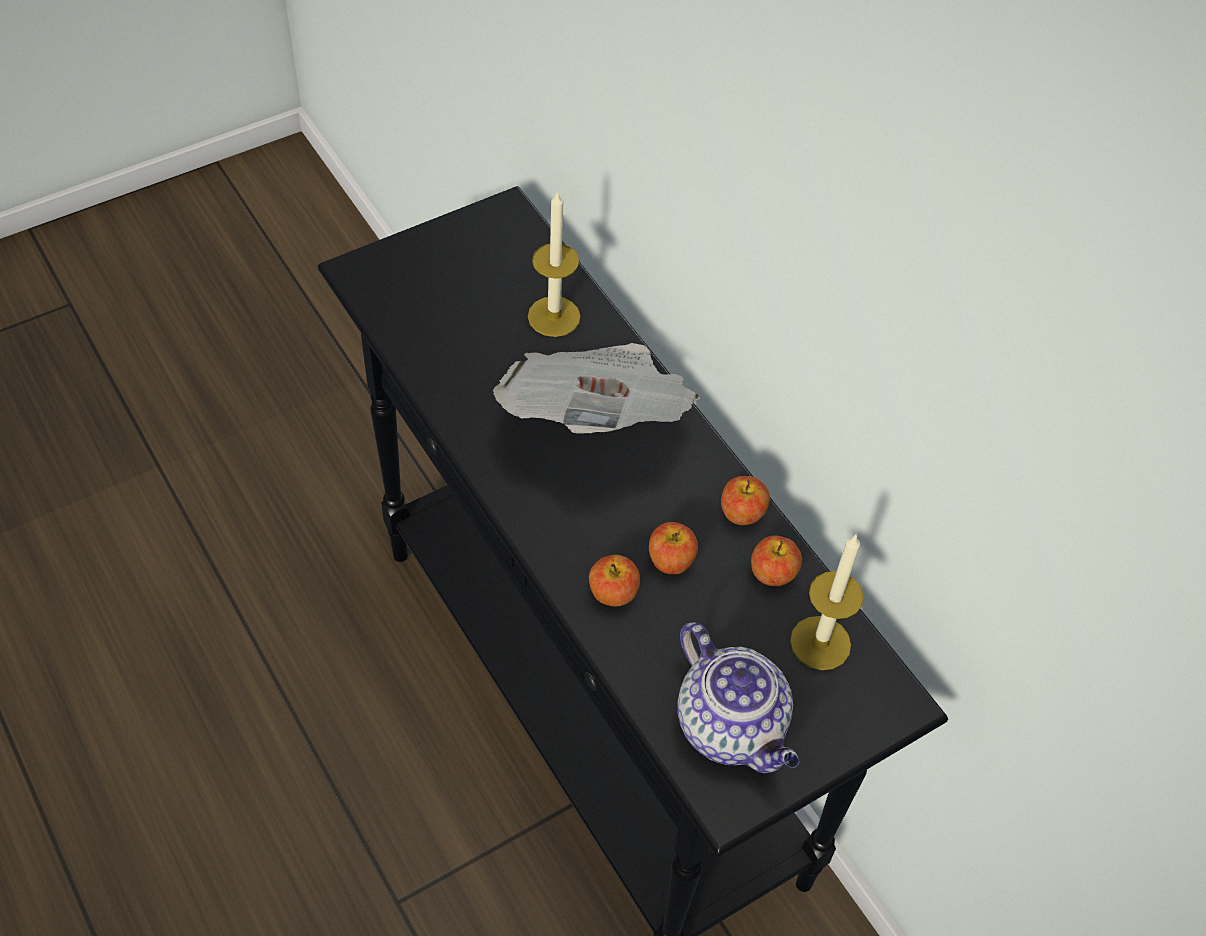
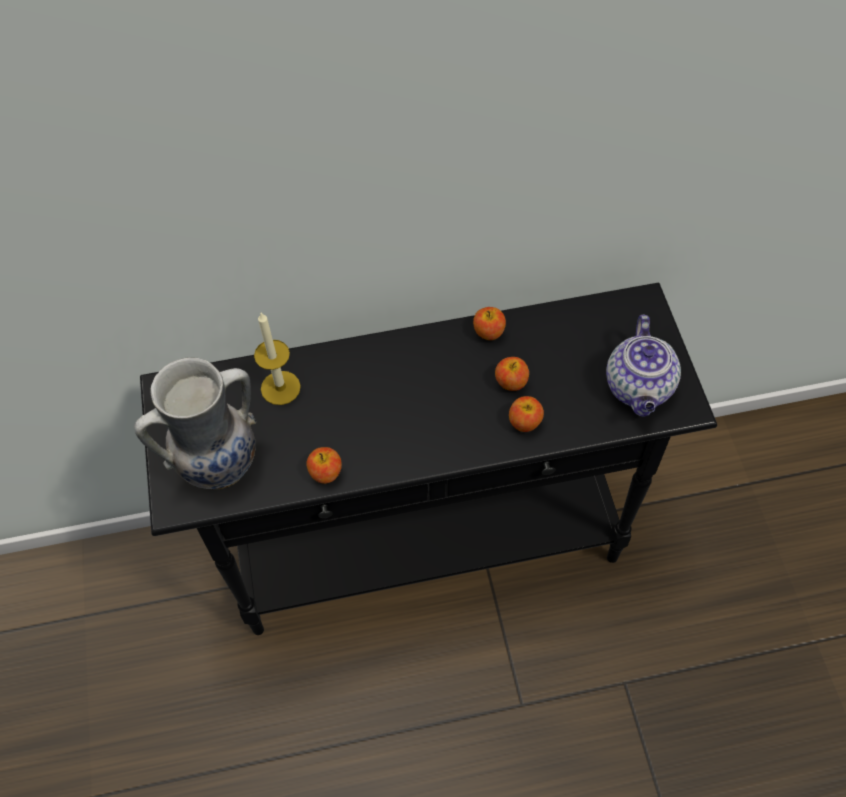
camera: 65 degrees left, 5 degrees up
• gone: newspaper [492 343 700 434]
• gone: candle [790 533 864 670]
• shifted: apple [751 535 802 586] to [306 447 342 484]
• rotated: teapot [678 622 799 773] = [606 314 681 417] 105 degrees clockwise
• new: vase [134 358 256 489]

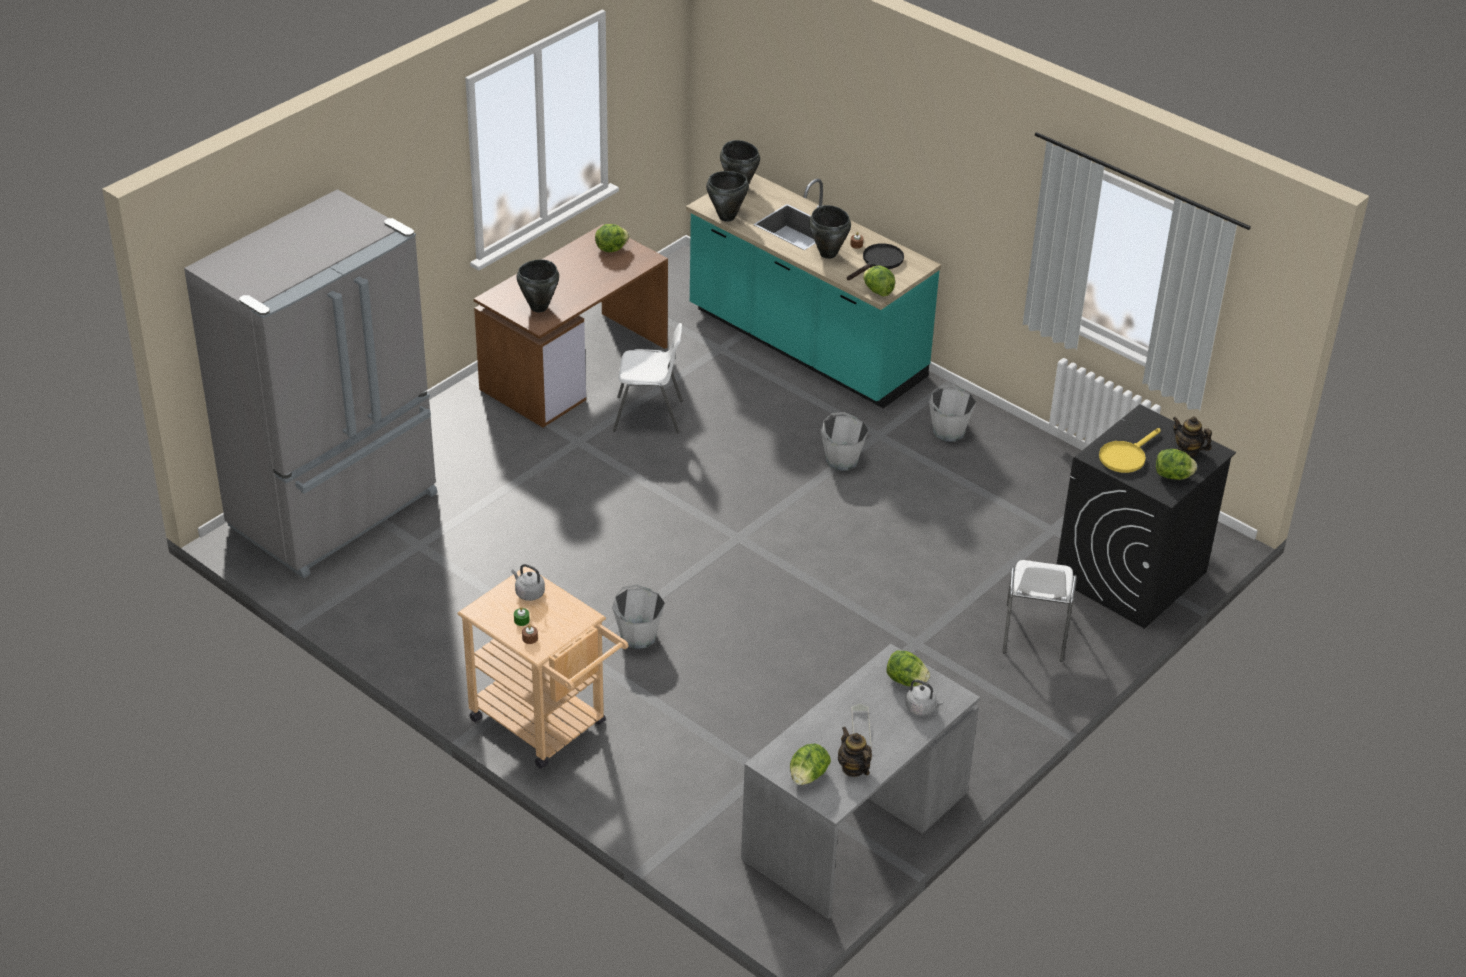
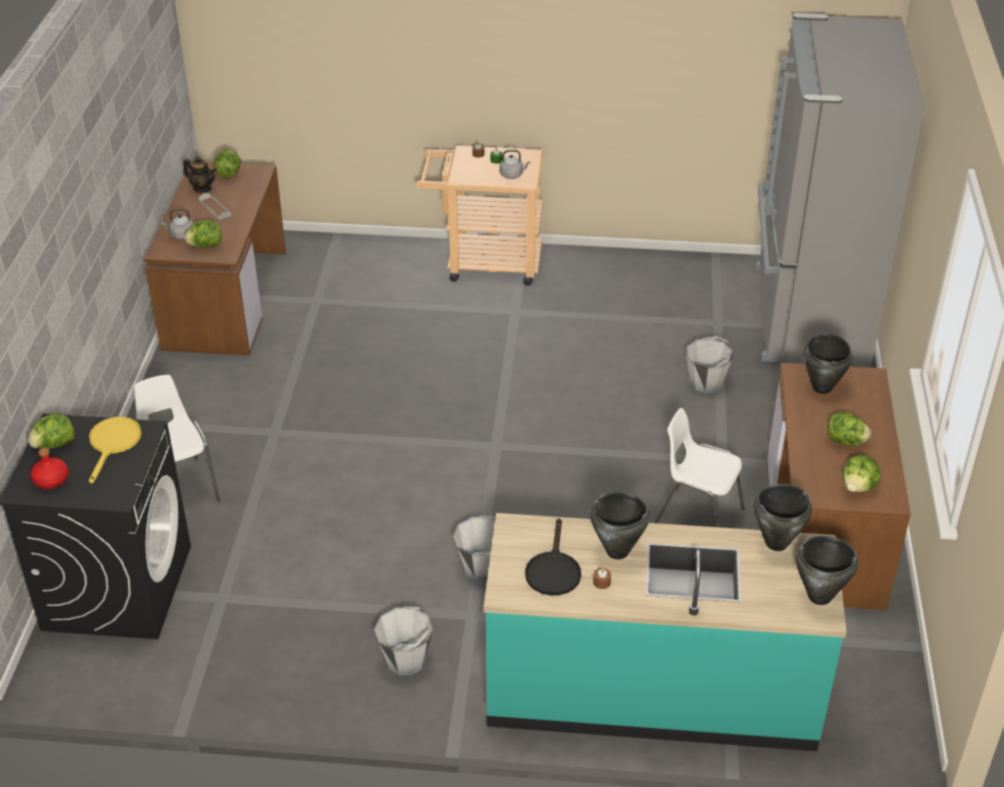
camera: 145 degrees right, 0 degrees up
• shifted: lettuce [863 265 895 297] to [827 412 871 446]
• rotated: white chair [613 323 683 434] = [654 408 745 527] 60 degrees clockwise
• swapped: teapot [1172 416 1212 457] to red bottle [30 448 69 489]
• shifted: grey bucket [612 585 665 649] to [686 336 733 393]
• repainted: grey desk [741 644 980 919] to brown desk [144 161 286 356]

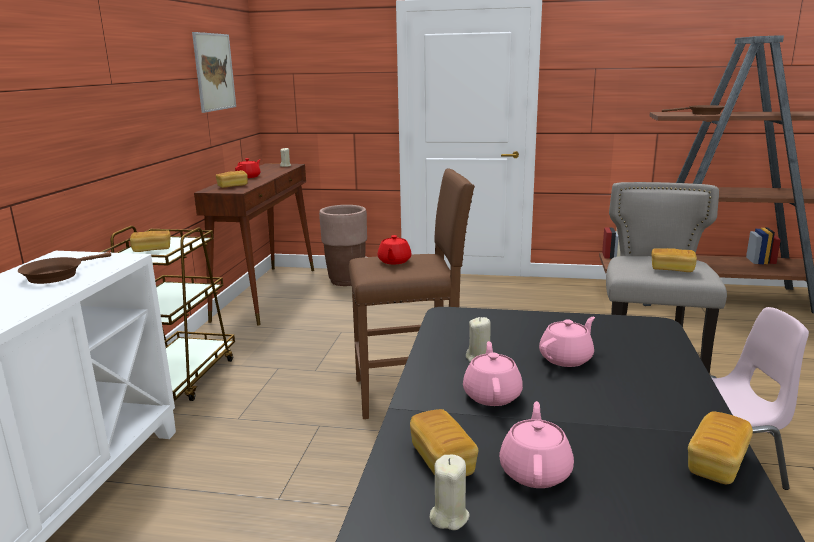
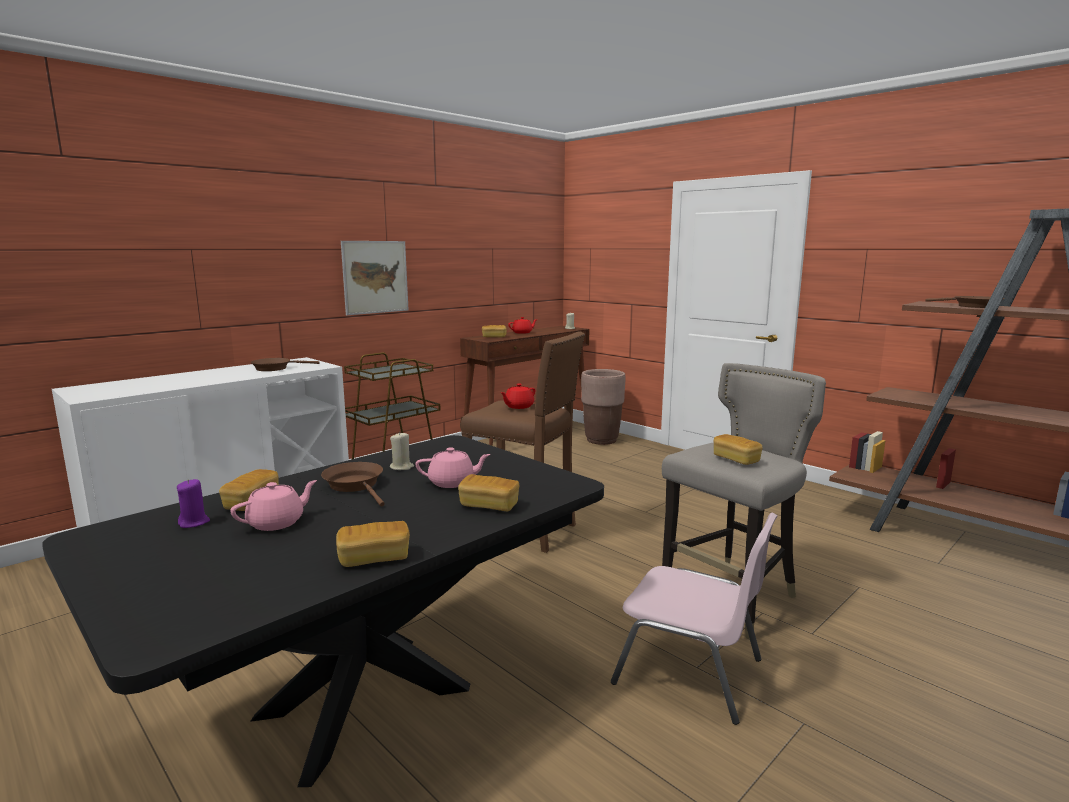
camera: 35 degrees right, 5 degrees down
• shifted: picture [192 32 236 113] to [341 241 409 315]
• shifted: bread [130 231 170 252] to [458 474 519 511]
• swapped: pink teapot [463 341 523 406] to brown frying pan [321 462 385 507]
• repainted: beige candle [430 455 469 530] to purple candle [177 479 210 528]

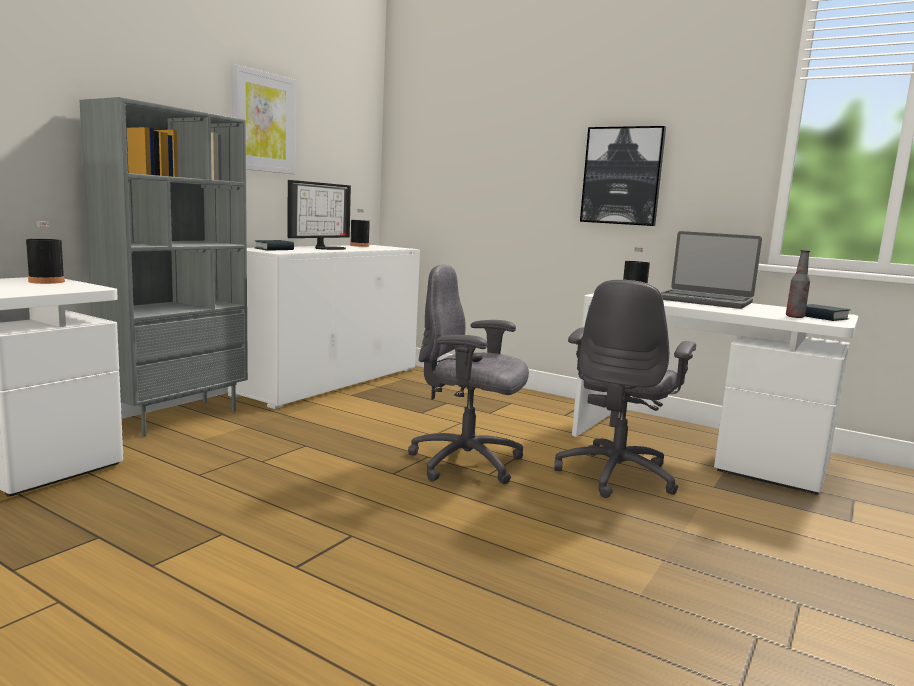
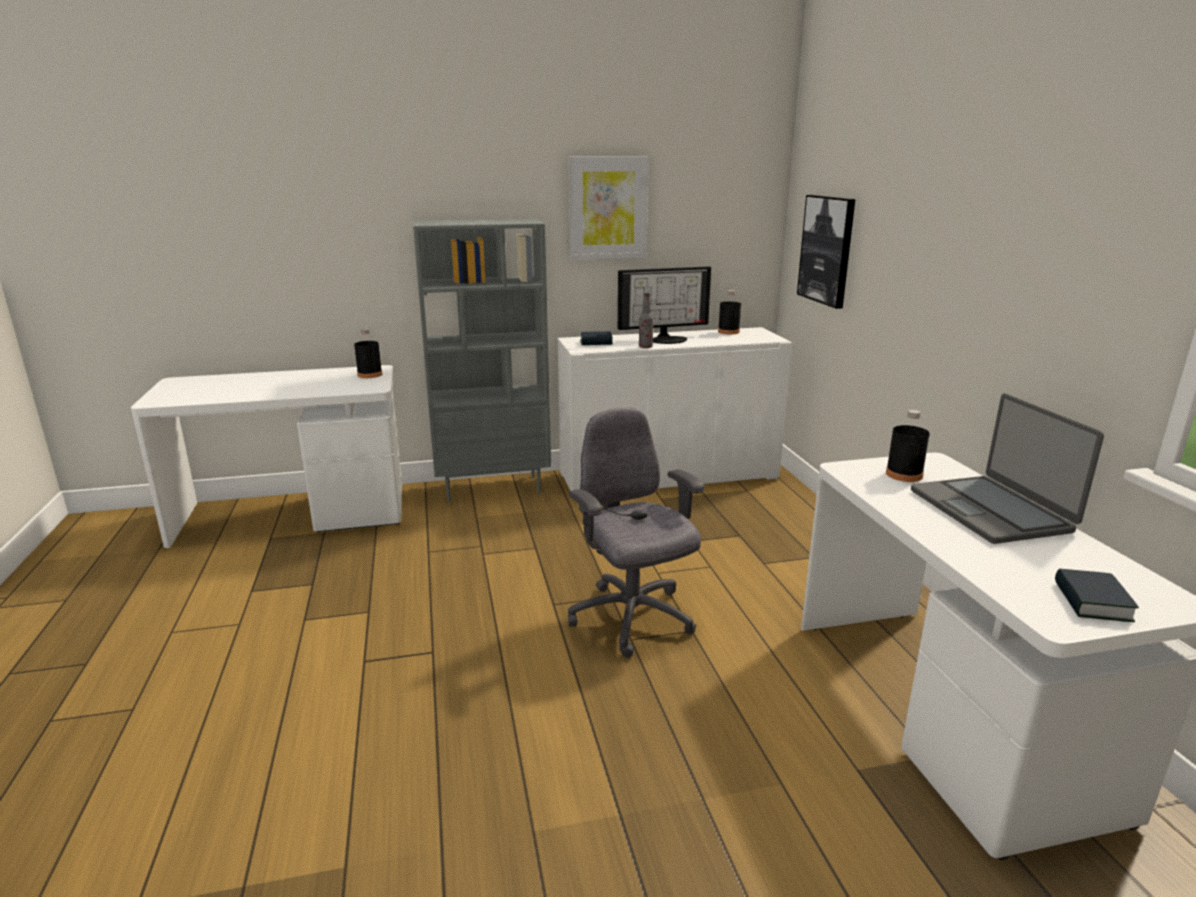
camera: 45 degrees right, 10 degrees up
• shifted: picture [580 126 666 226] to [797 195 855 309]
• shifted: bottle [786 250 810 318] to [639 293 653 348]
• gone: grey office chair [554 280 696 498]

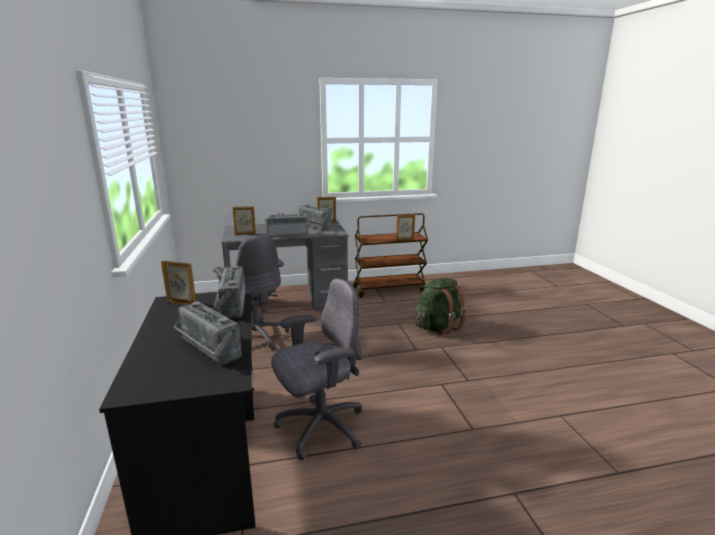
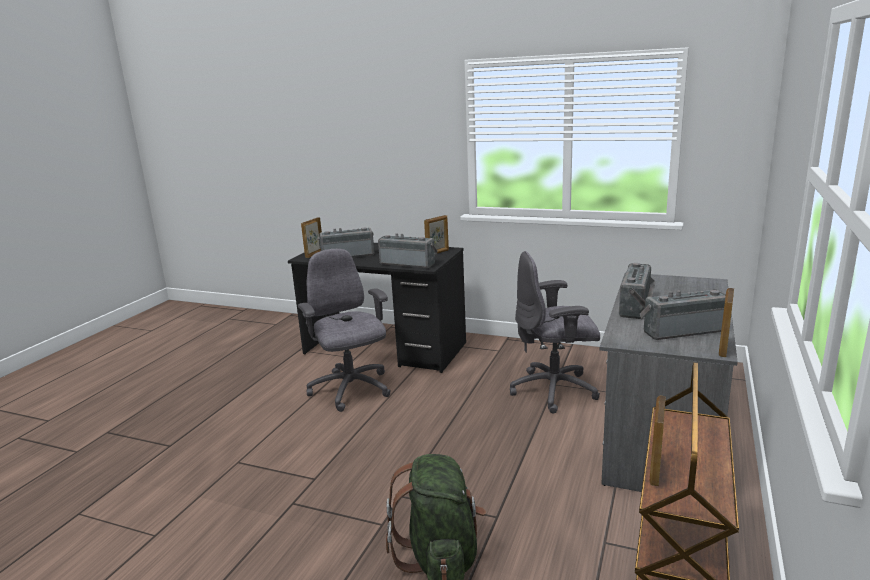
camera: 125 degrees right, 0 degrees up
• shifted: picture frame [232 206 256 235] to [301 217 322 258]
• rotated: grey office chair [271 278 363 460] = [298 249 391 412] 150 degrees clockwise

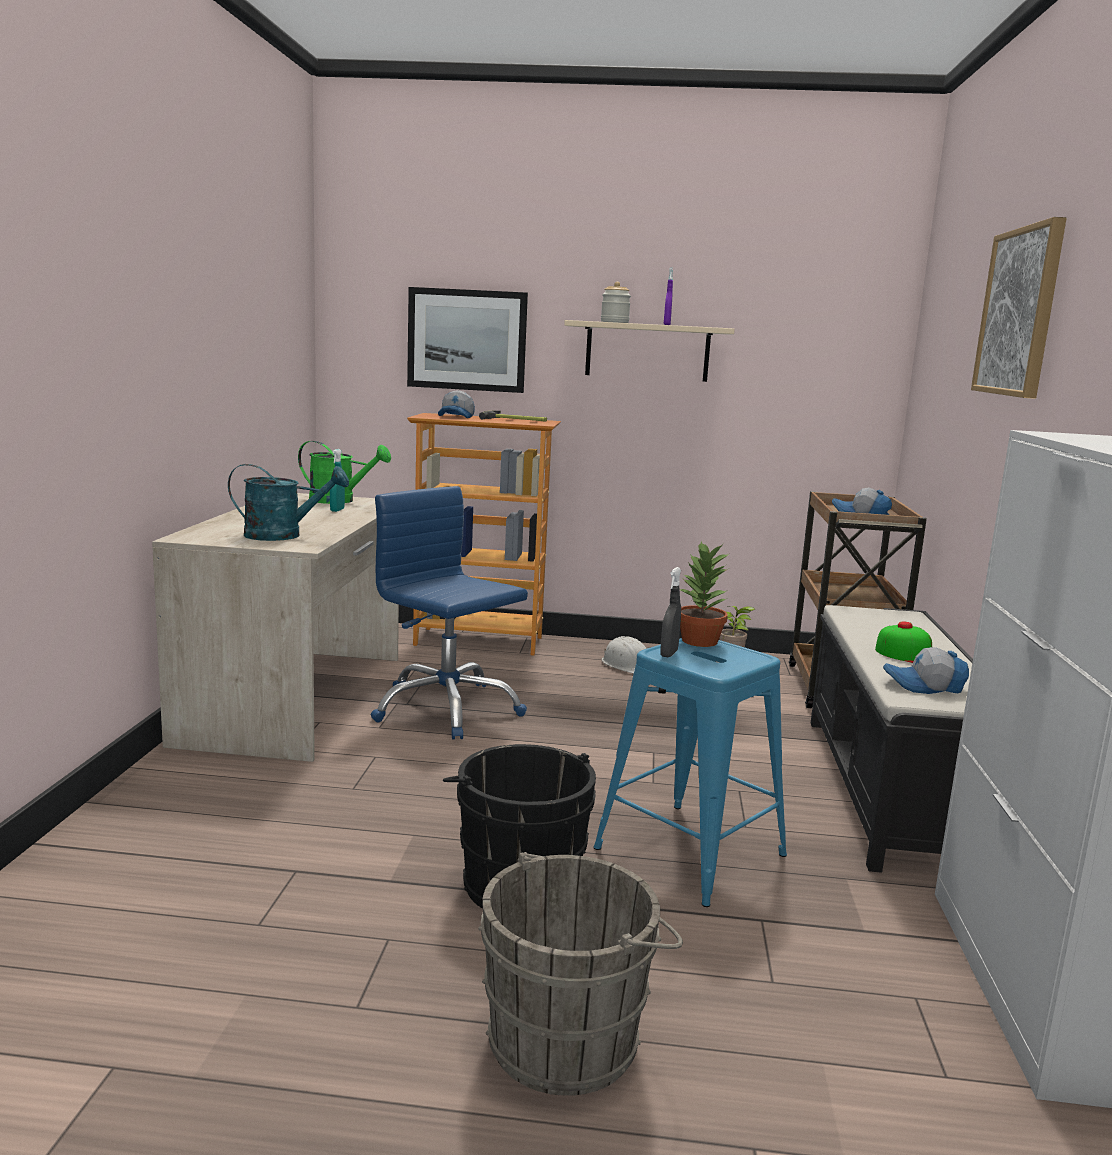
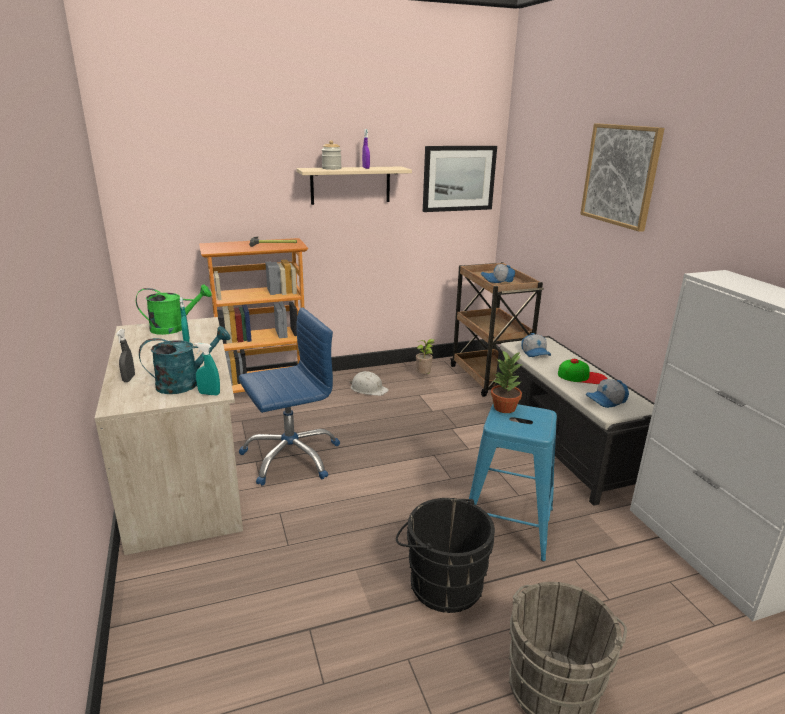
camera: 25 degrees left, 10 degrees up
• shifted: picture [407 287 528 393] to [423 146 497 212]
• shifted: cap [438 390 475 418] to [521 333 551 357]
• rotated: blue office chair [371 486 528 740] = [239 307 340 486] 135 degrees clockwise
• shifted: grey spray bottle [660 567 681 657] to [116 329 135 382]
• new: turquoise spray bottle [194 343 220 396]

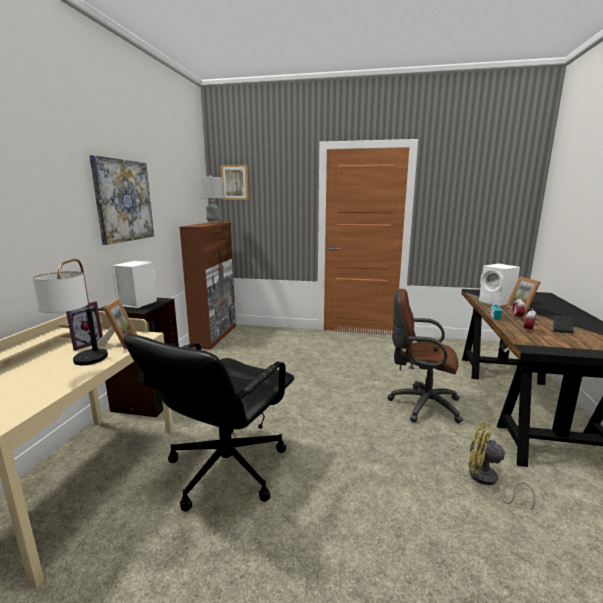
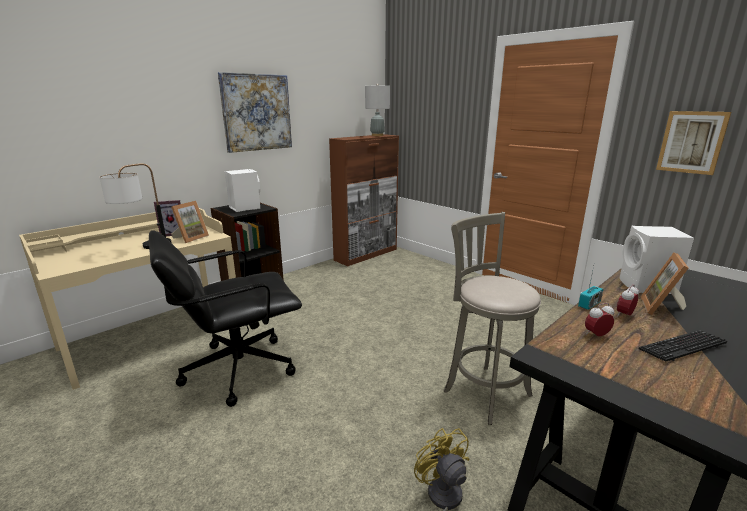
camera: 35 degrees right, 5 degrees up
• shifted: picture [220 165 249 200] to [656 111 731 175]
• swapped: brown office chair [387 289 463 423] to grey stool [444 212 541 425]

